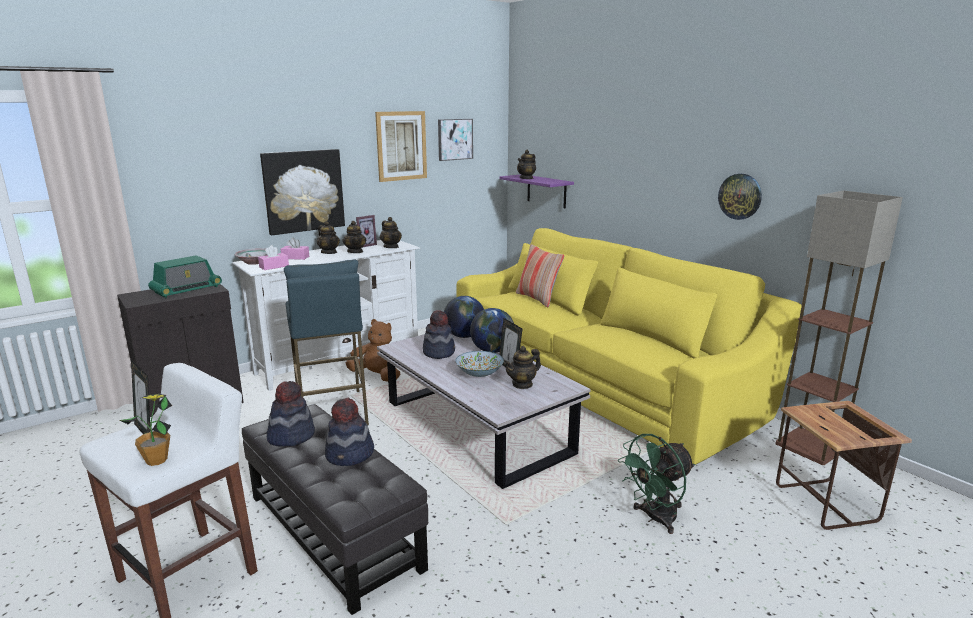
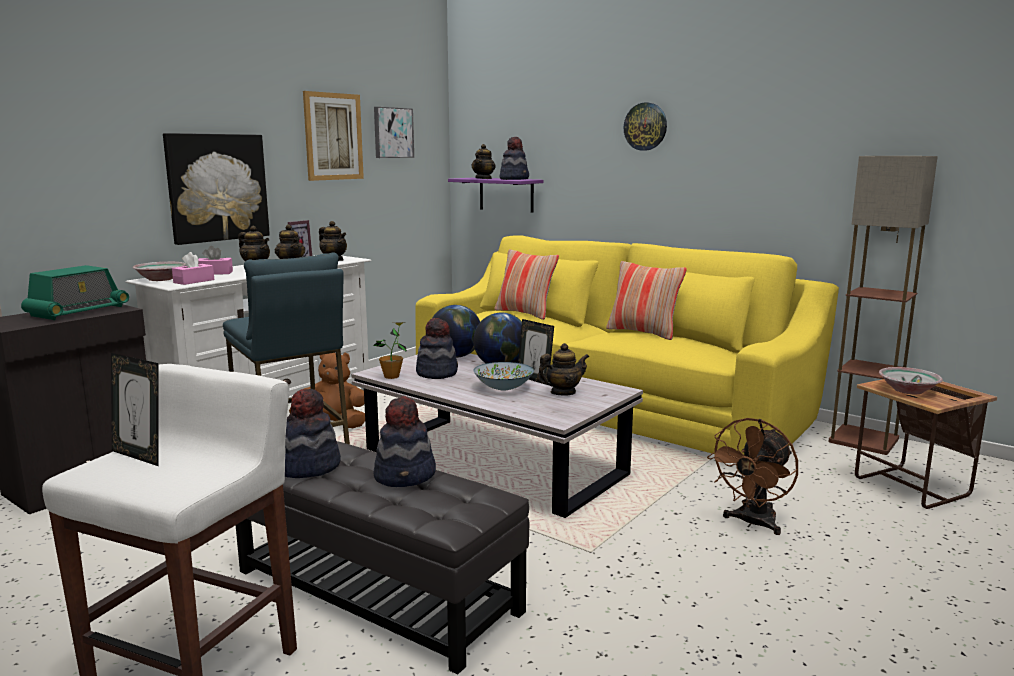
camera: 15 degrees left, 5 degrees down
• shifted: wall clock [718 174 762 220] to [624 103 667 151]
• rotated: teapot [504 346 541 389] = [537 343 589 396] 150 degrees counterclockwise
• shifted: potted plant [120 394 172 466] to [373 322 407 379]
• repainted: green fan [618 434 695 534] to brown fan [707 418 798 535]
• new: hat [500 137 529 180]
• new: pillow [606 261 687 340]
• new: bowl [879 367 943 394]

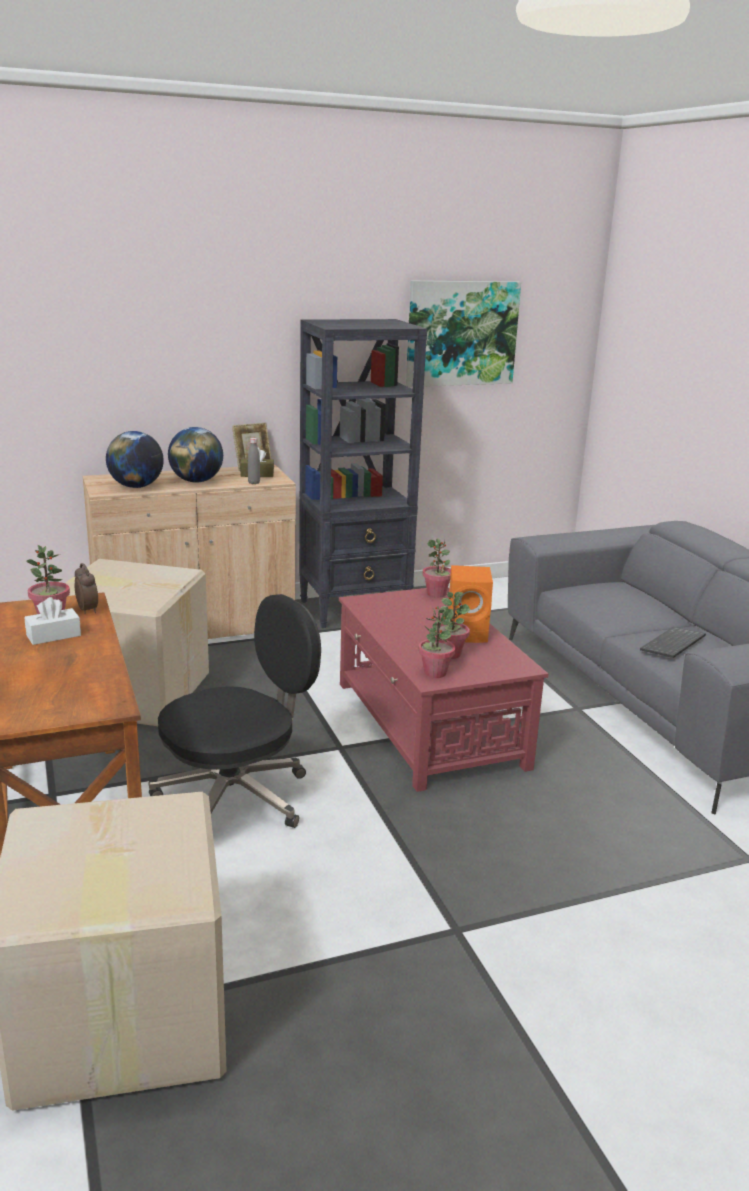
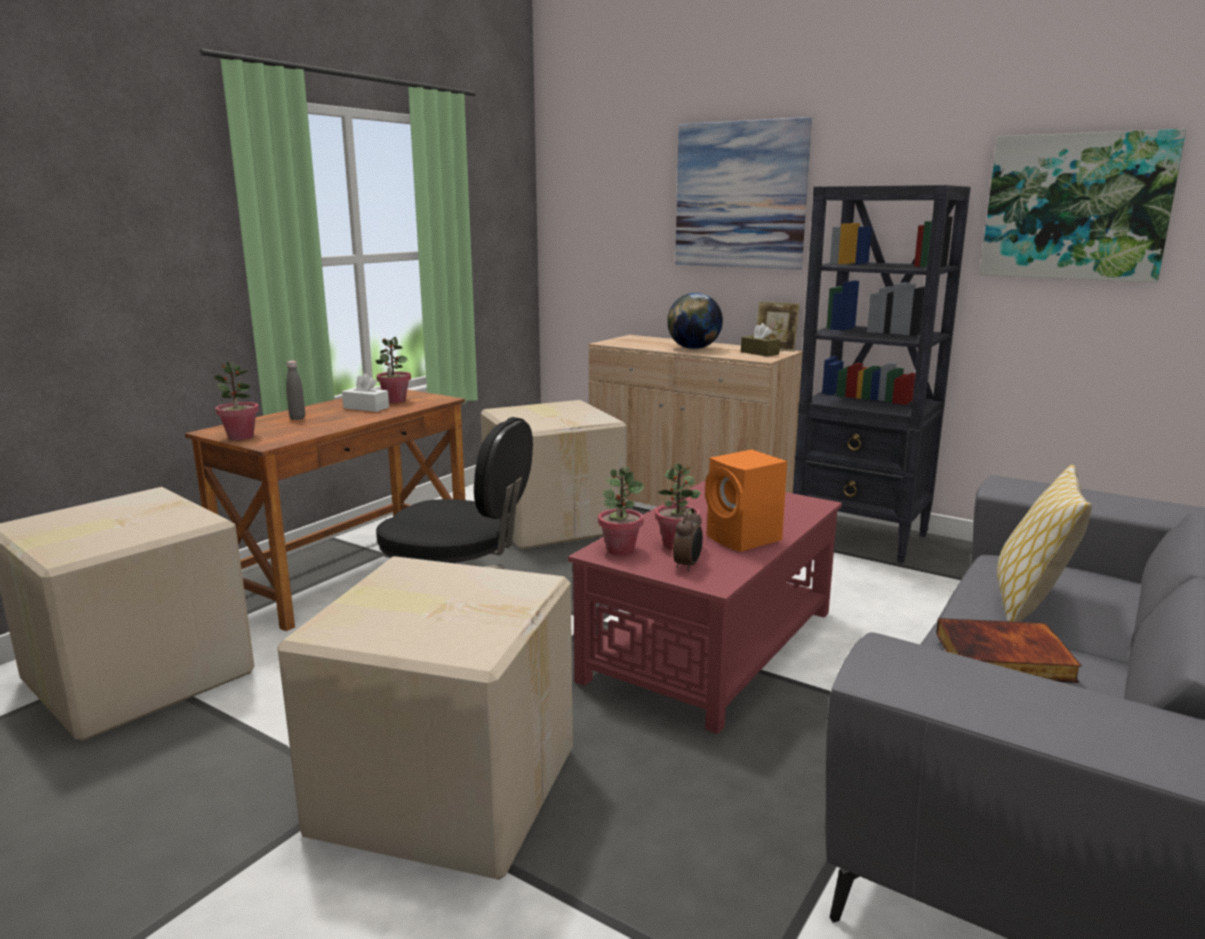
camera: 55 degrees right, 5 degrees down
• gone: globe [106 431 164 488]
• shifted: grey bottle [248 438 260 484] to [286 361 305 420]
• shifted: potted plant [422 538 451 598] to [214 362 259 440]
• shifted: alarm clock [75 563 98 614] to [673 508 703 571]
• swapped: keyboard [640 627 706 658] to book [936 618 1082 683]
• new: picture [675 117 812 270]
• new: pillow [997 465 1092 622]
• new: cardboard box [277 556 573 880]

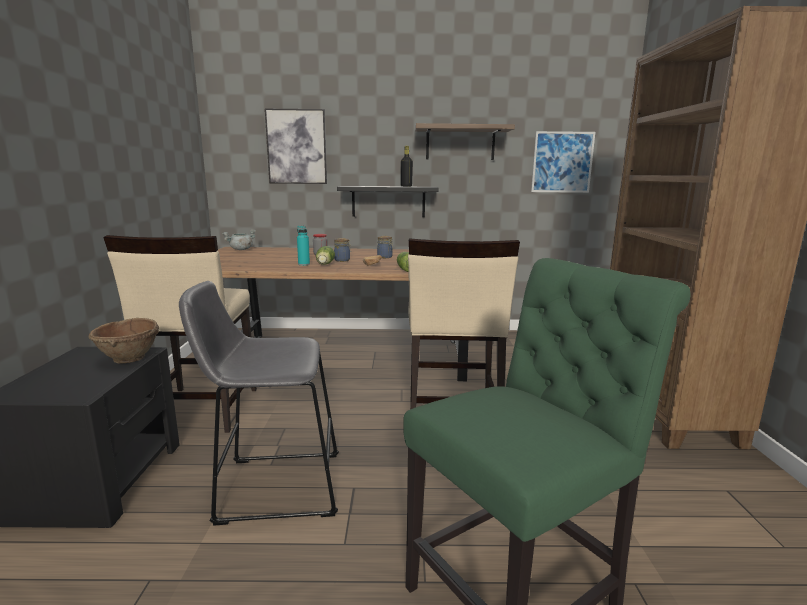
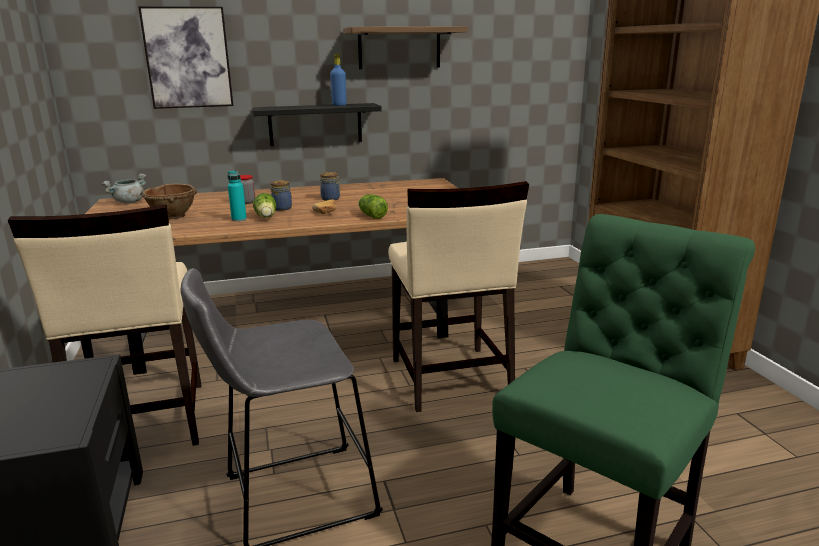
camera: 15 degrees left, 5 degrees up
• gone: picture [531 131 595 193]
• repainted: black bottle [401 146 413 187] to blue bottle [330 54 347 106]
• shifted: brown bowl [88 318 159 364] to [142 184 197 220]

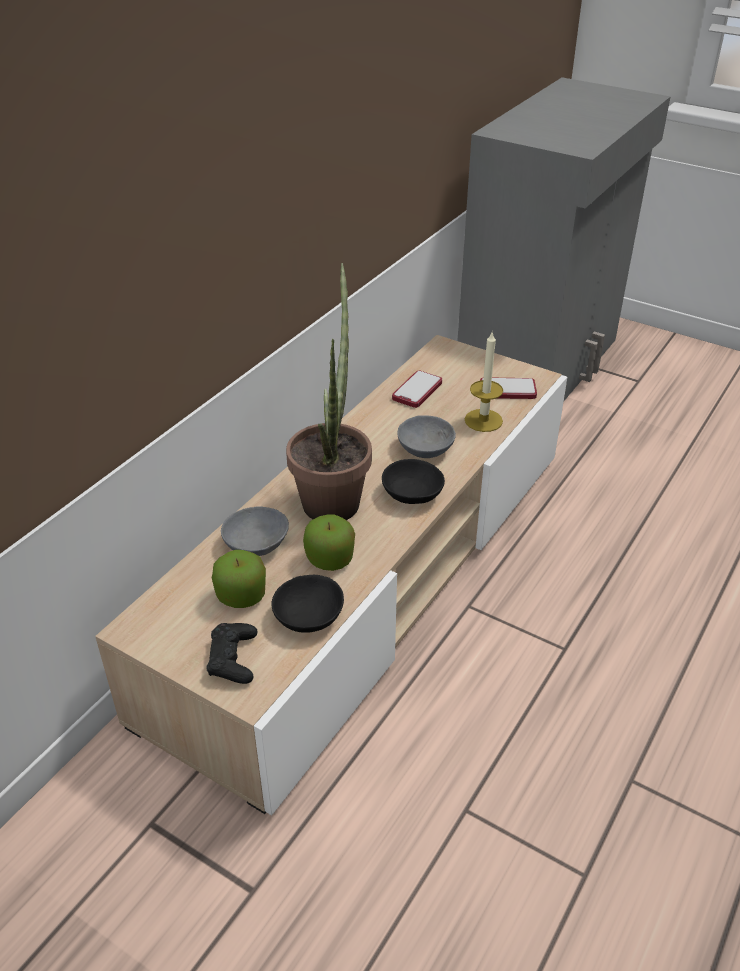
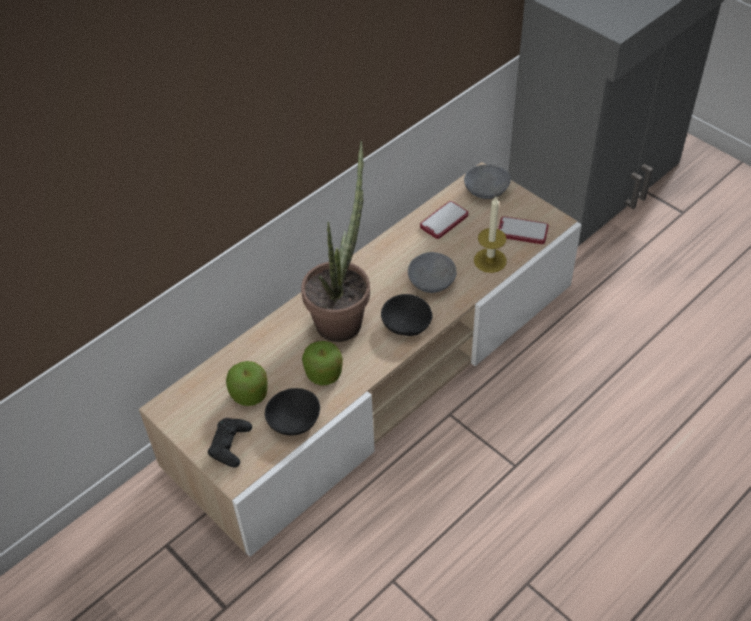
camera: 15 degrees right, 10 degrees up
• shifted: grey bowl [221 506 289 556] to [464 165 511 199]

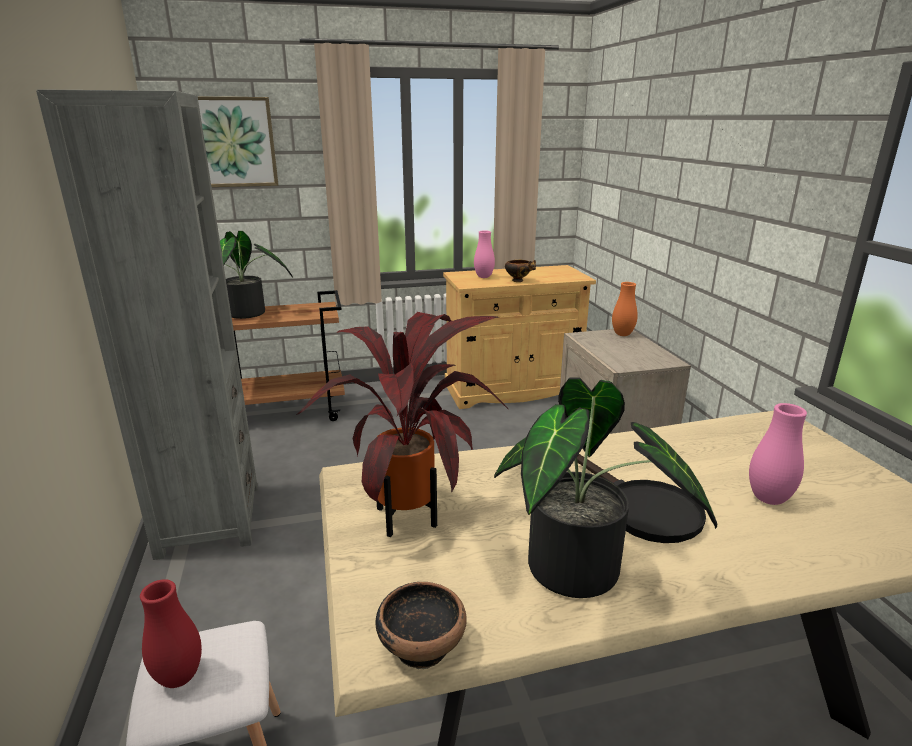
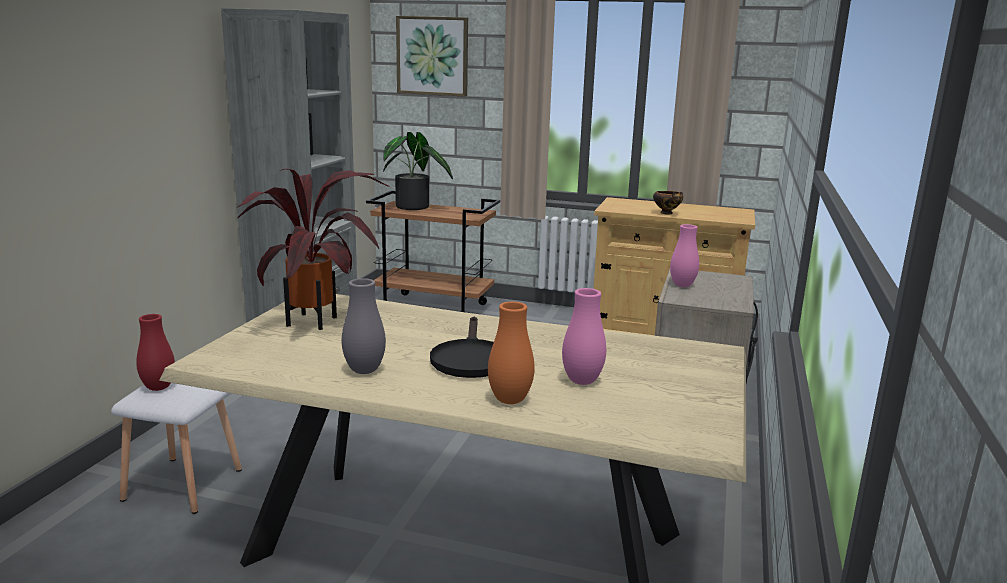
camera: 30 degrees right, 5 degrees down
• shifted: pink vase [474 230 495 278] to [670 224 699 287]
• shifted: orange vase [612 282 638 336] to [488 302 535 404]
• swapped: potted plant [494 377 717 598] to grey vase [342 278 386 374]
• gone: bowl [375 582 467 669]

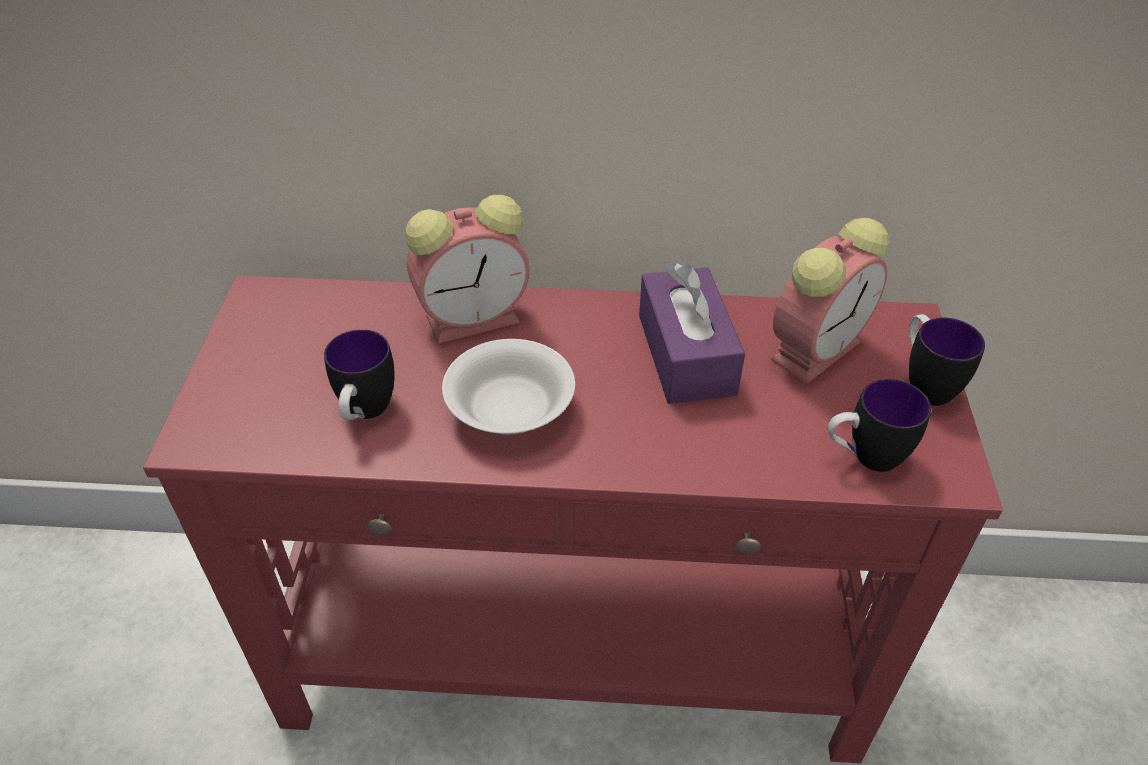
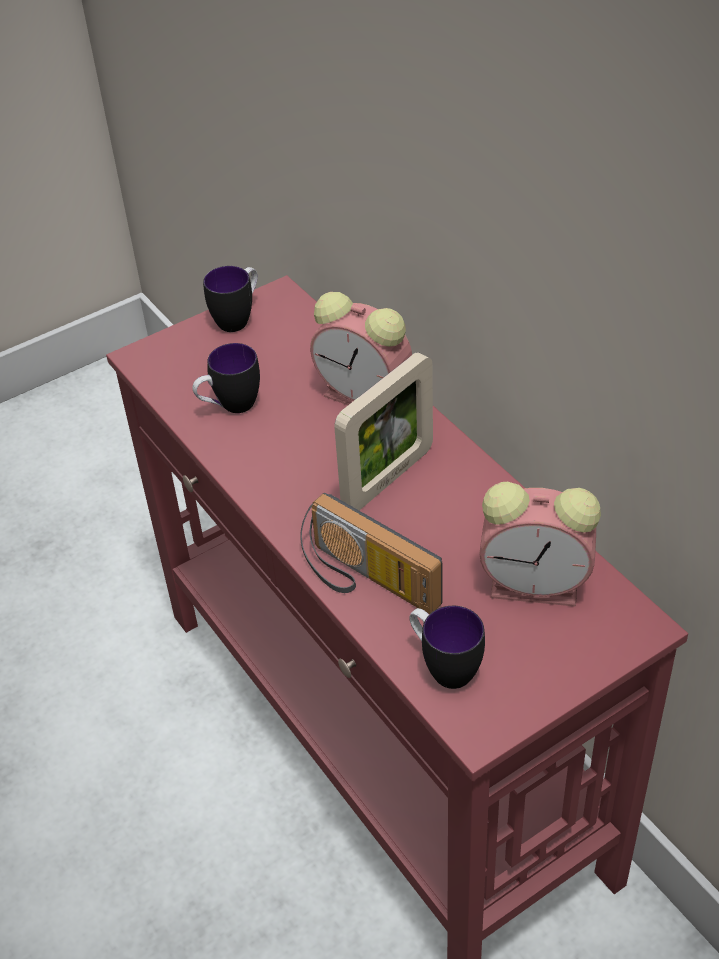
camera: 55 degrees right, 0 degrees up
• gone: purple tissue box [639 263 745 404]
• shifted: mug [909 314 985 406] to [203 266 258 332]
• gone: white bowl [442 339 575 435]
• new: picture frame [334 352 433 510]
• new: radio [300 493 442 614]

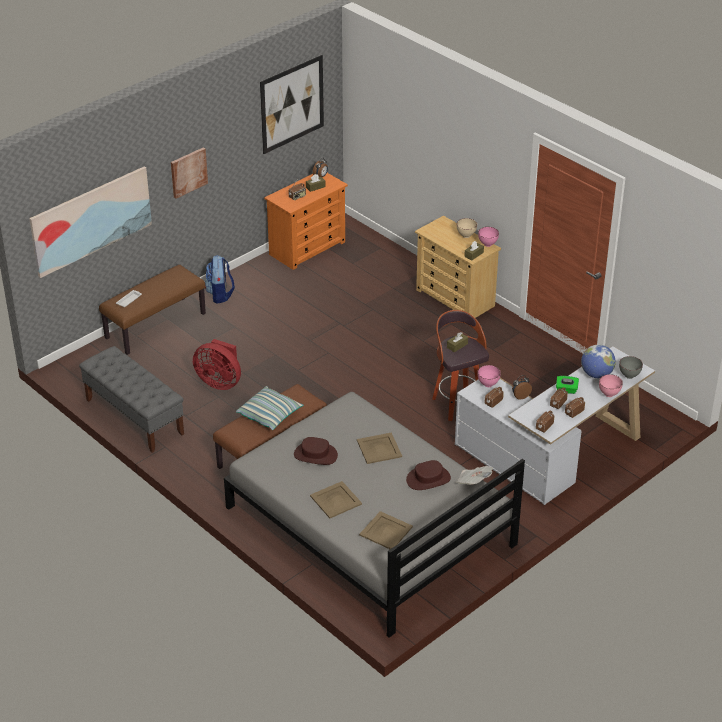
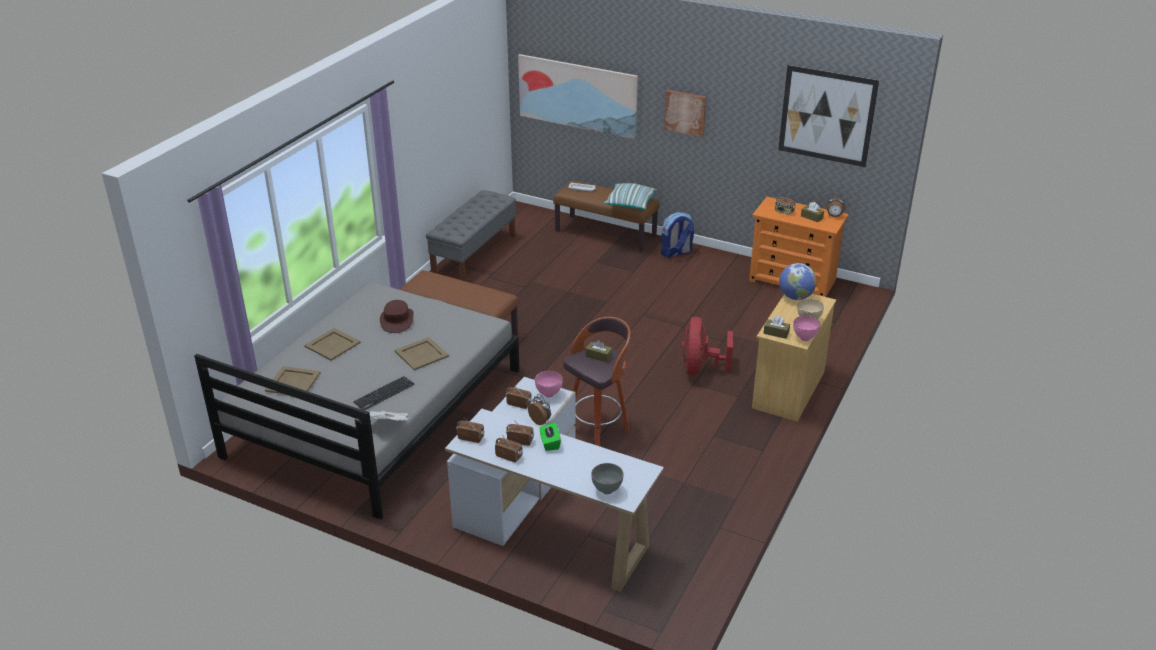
camera: 70 degrees right, 5 degrees down
• shifted: red fan [193 339 241 390] to [682 317 733 376]
• shifted: globe [581 344 616 378] to [779 263 817 300]
• gone: pink bowl [599 374 623 397]
• shifted: pillow [236 386 304 430] to [604 183 657 209]
• swapped: brown hat [406 460 451 490] to keyboard [353 376 415 410]

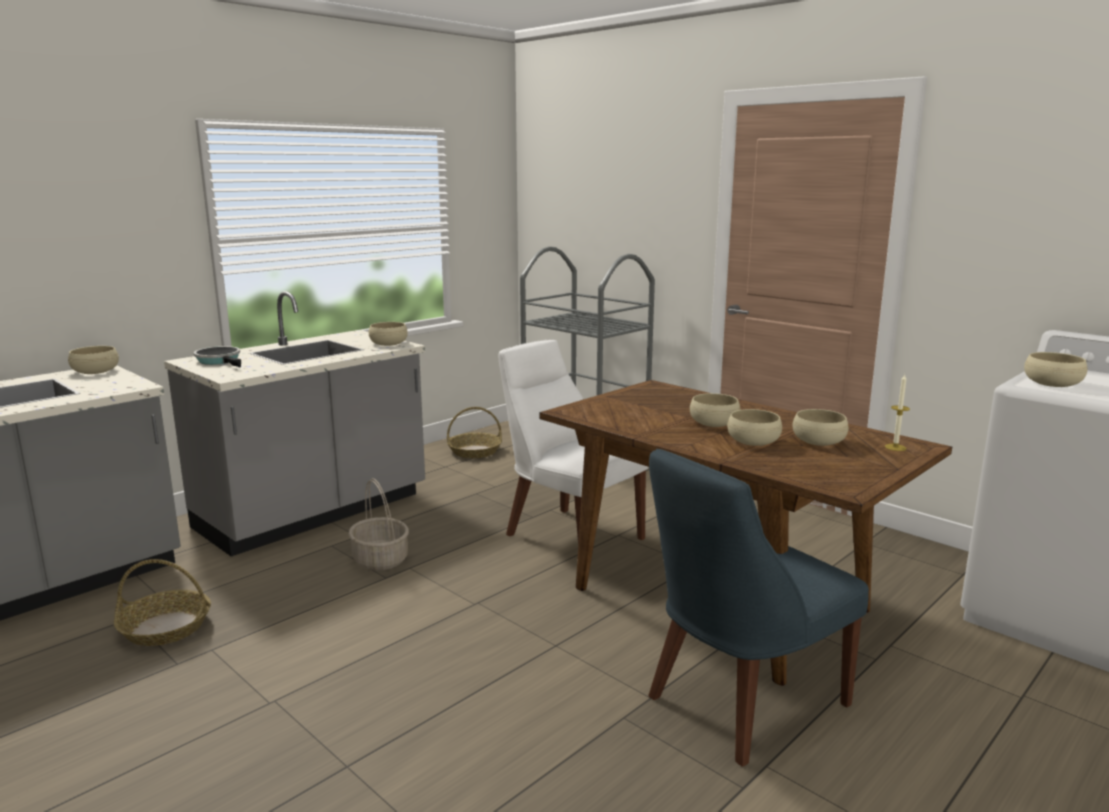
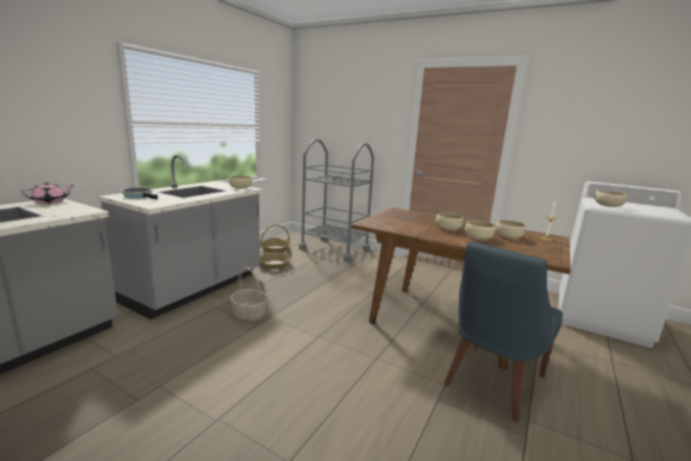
camera: 15 degrees left, 0 degrees up
• gone: white chair [499 339 648 543]
• swapped: beige bowl [68 346 119 374] to pink teapot [21 182 74 204]
• shifted: basket [114 559 211 646] to [260 238 291 269]

